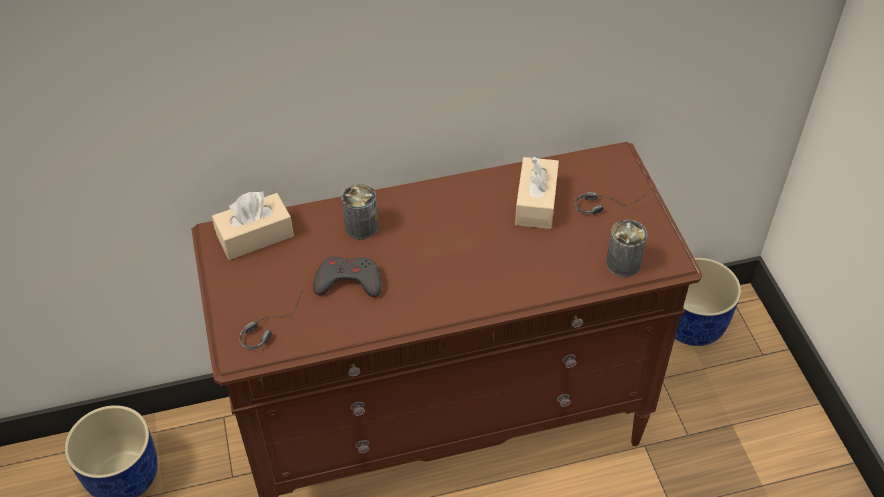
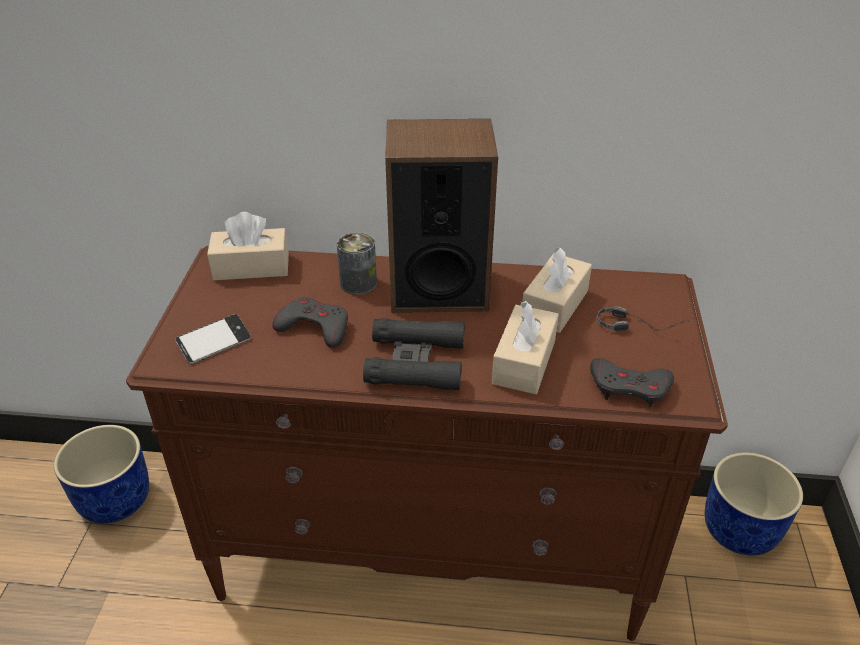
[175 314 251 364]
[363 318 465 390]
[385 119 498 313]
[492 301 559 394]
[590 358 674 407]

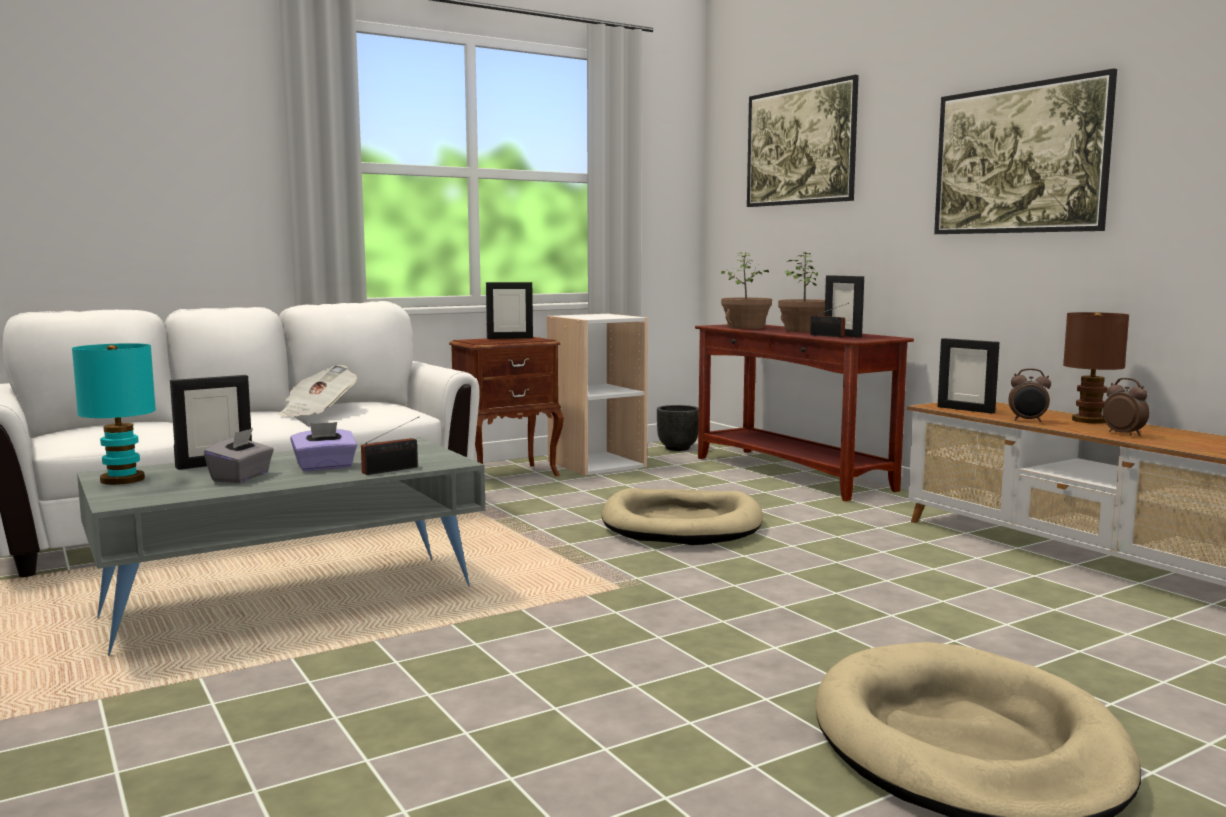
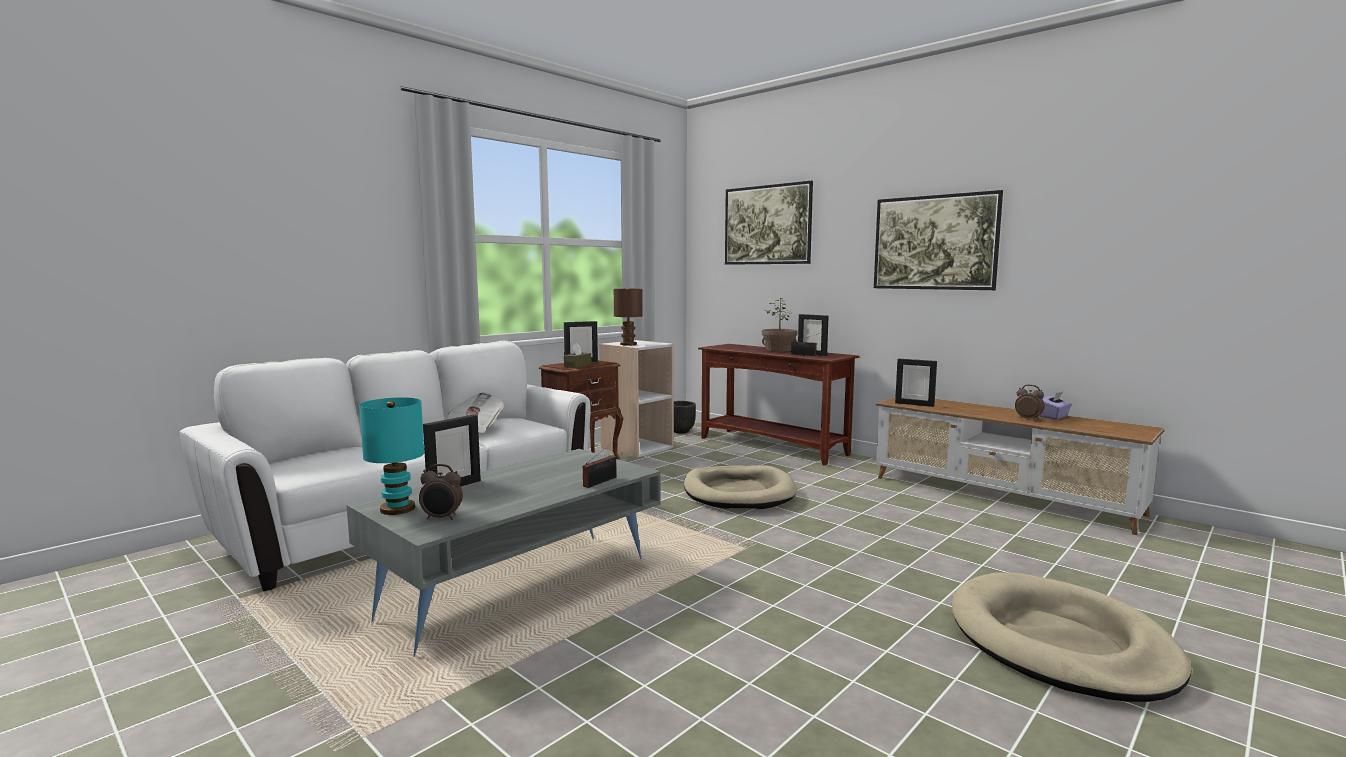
[419 464 463 520]
[564 343 592 368]
[614 288 643 346]
[1039 392 1072 420]
[204 428 274 483] (first image)
[721 252 772 329] (first image)

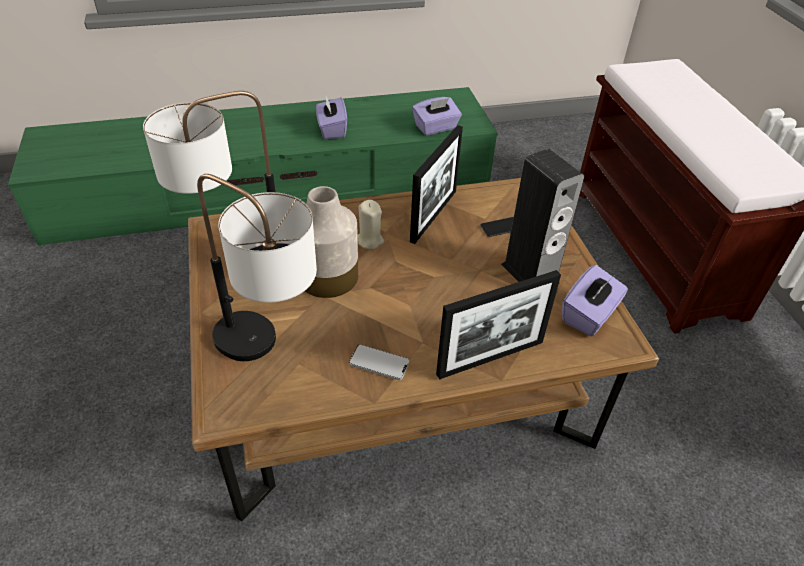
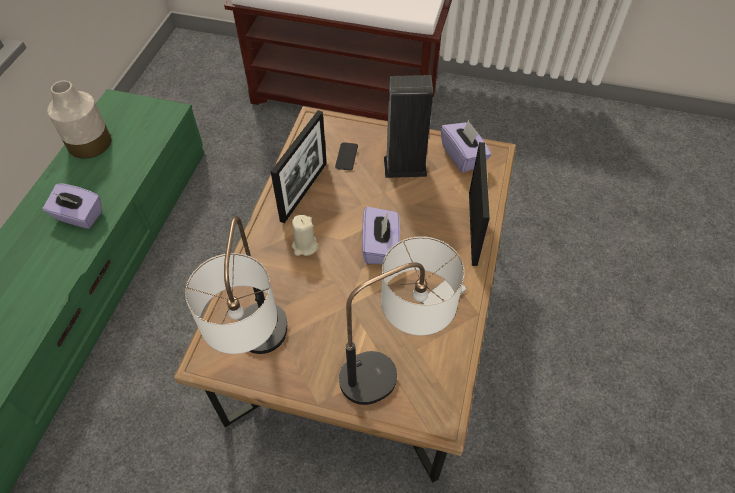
[47 80 112 159]
[271 110 327 223]
[362 206 400 264]

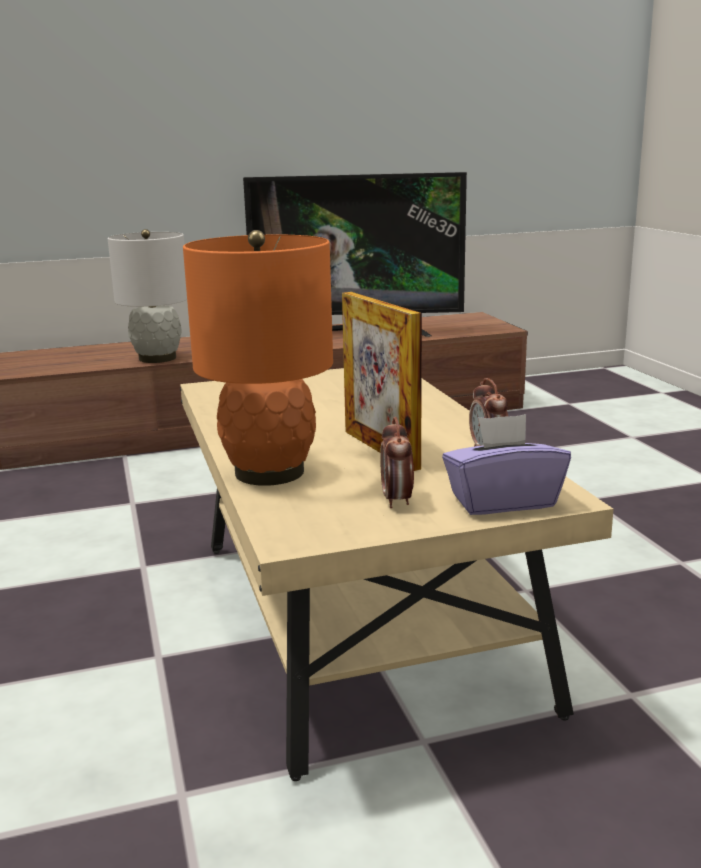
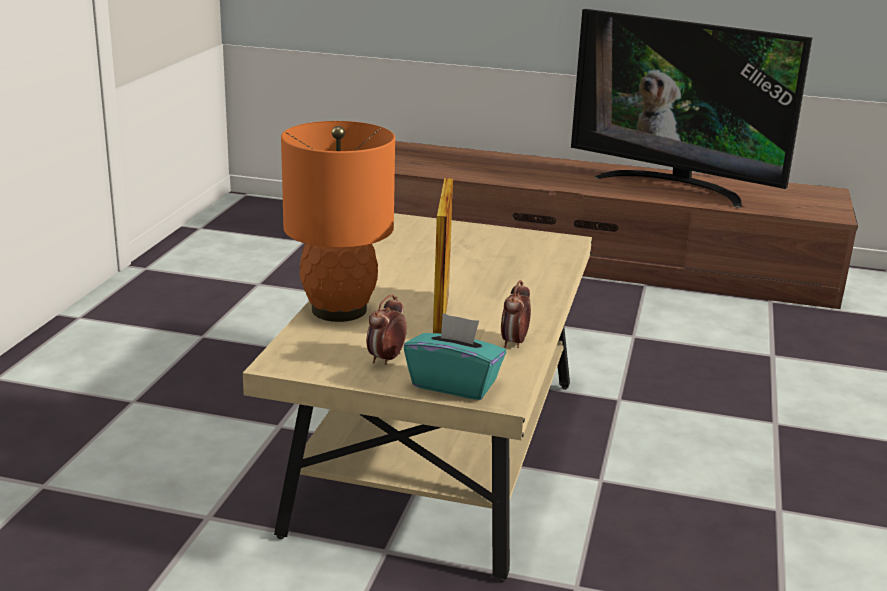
[404 313 506 400]
[108 229 187 363] (first image)

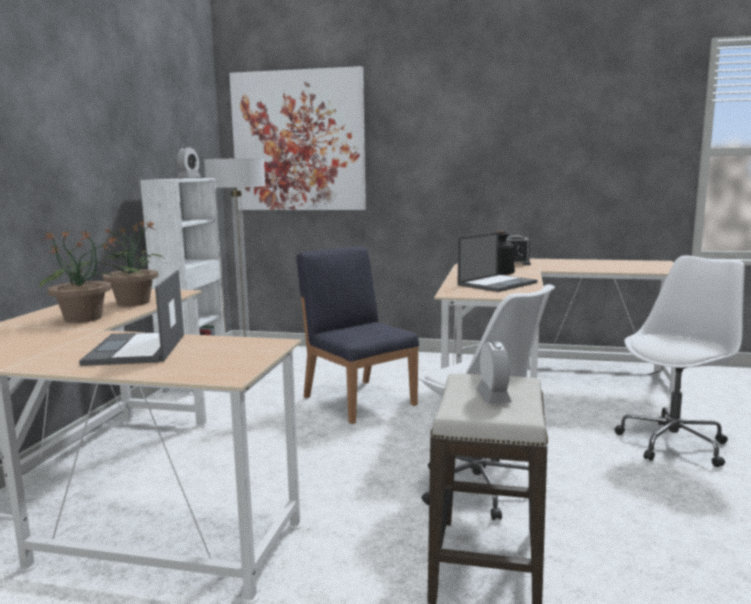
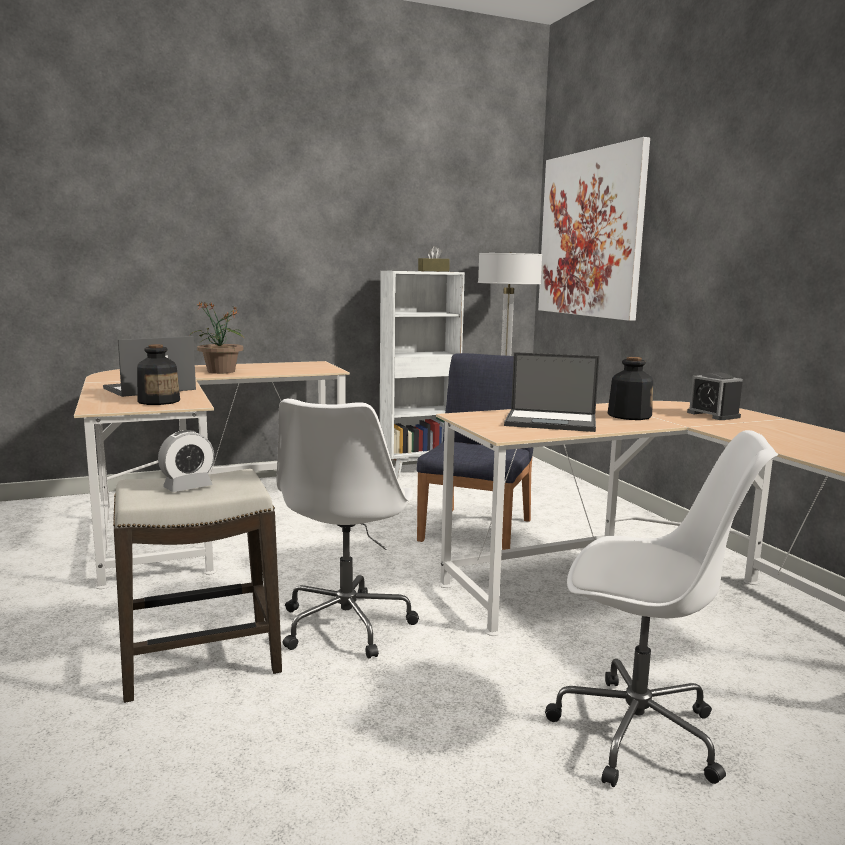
[137 344 180 405]
[418 246 450 272]
[101 220 164 306] (first image)

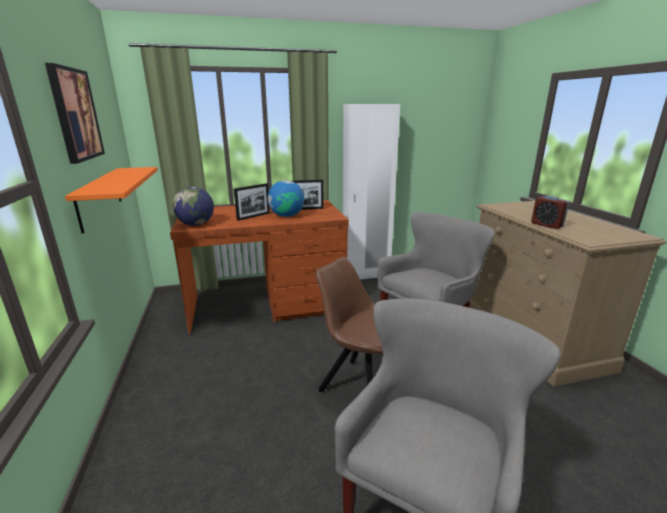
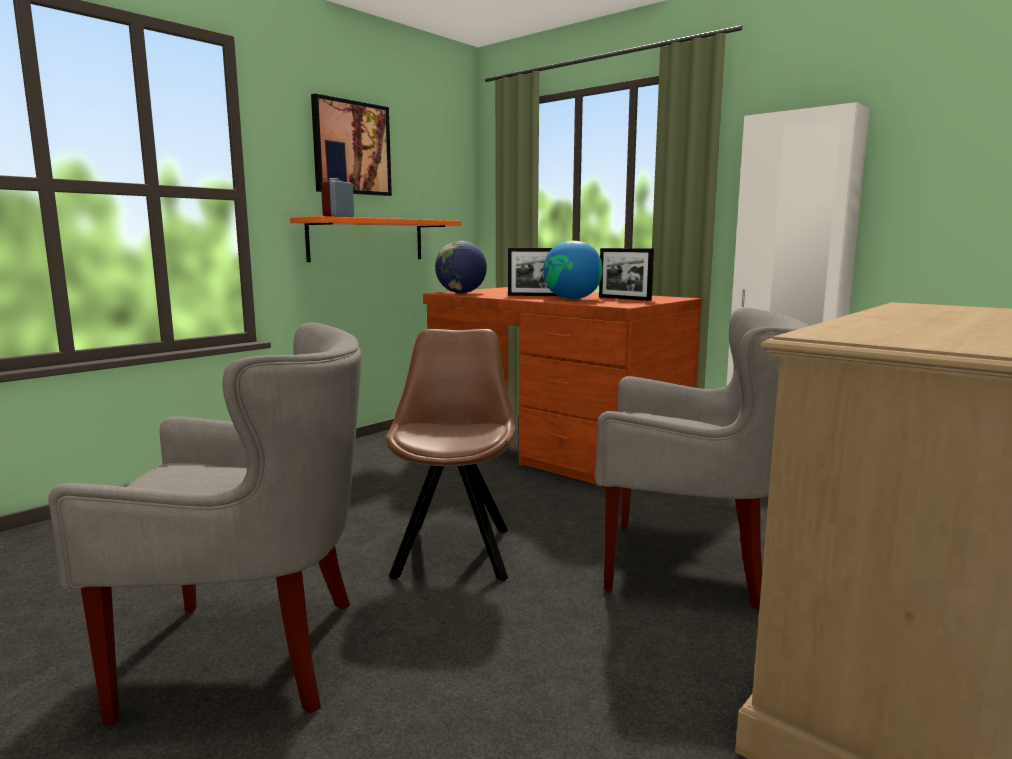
[321 178 354 217]

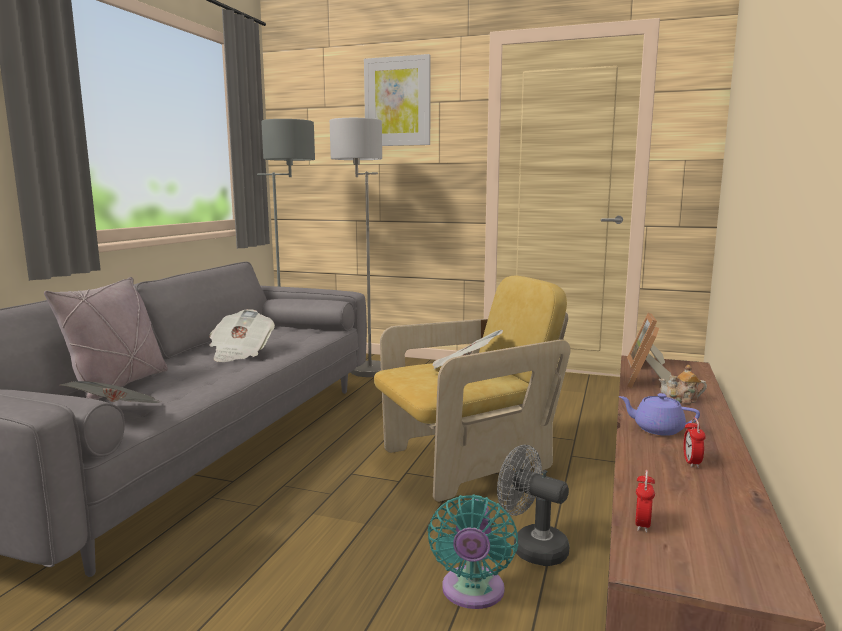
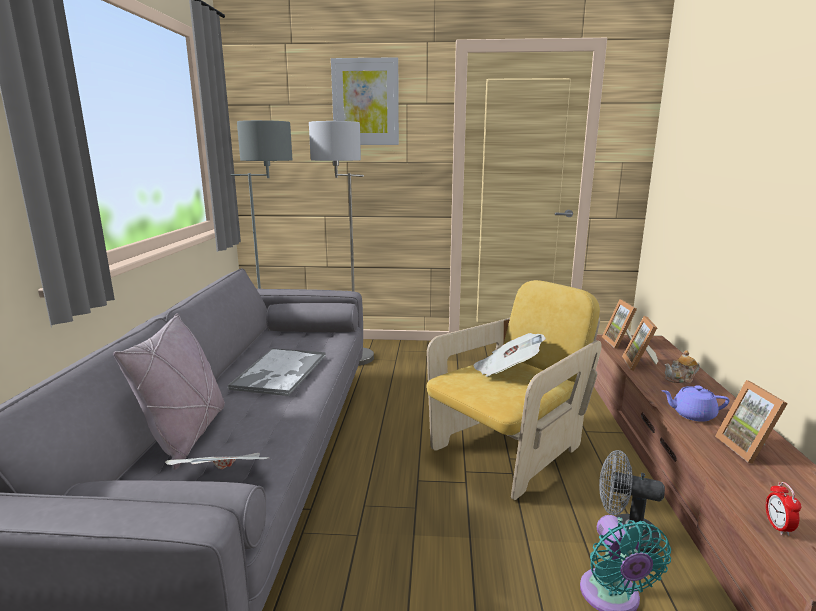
[227 348 326 396]
[715 380 788 464]

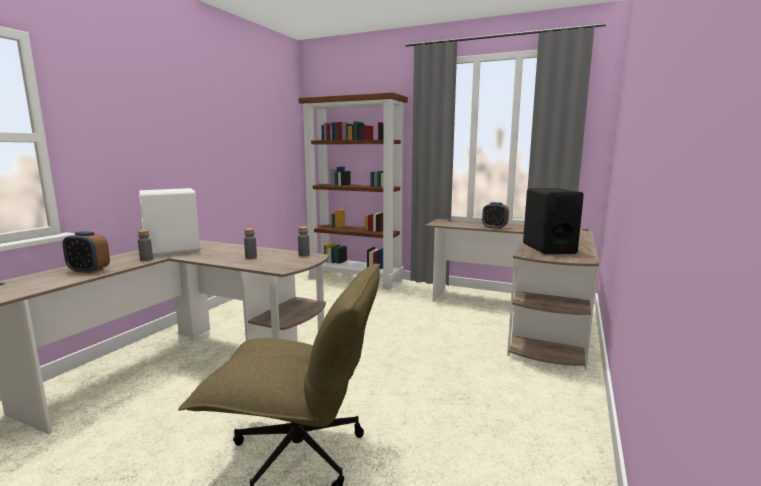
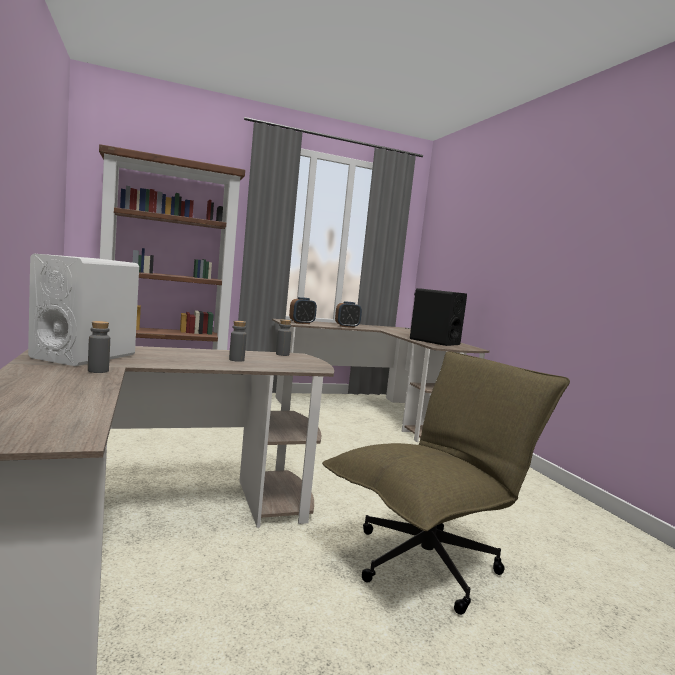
[289 297 317 324]

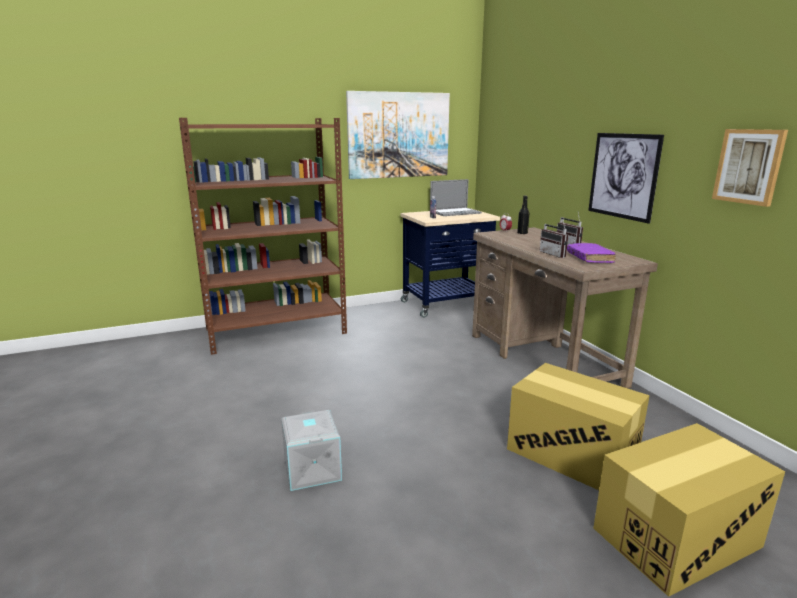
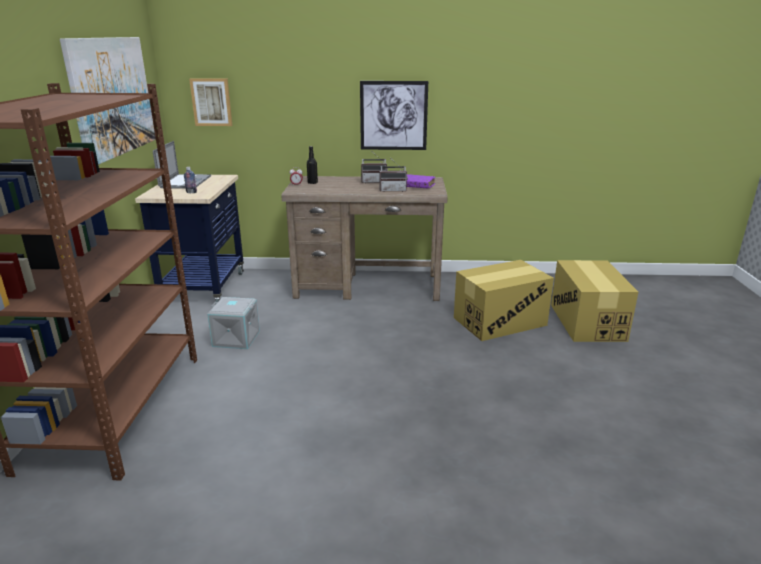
[189 78 233 126]
[207 297 260 349]

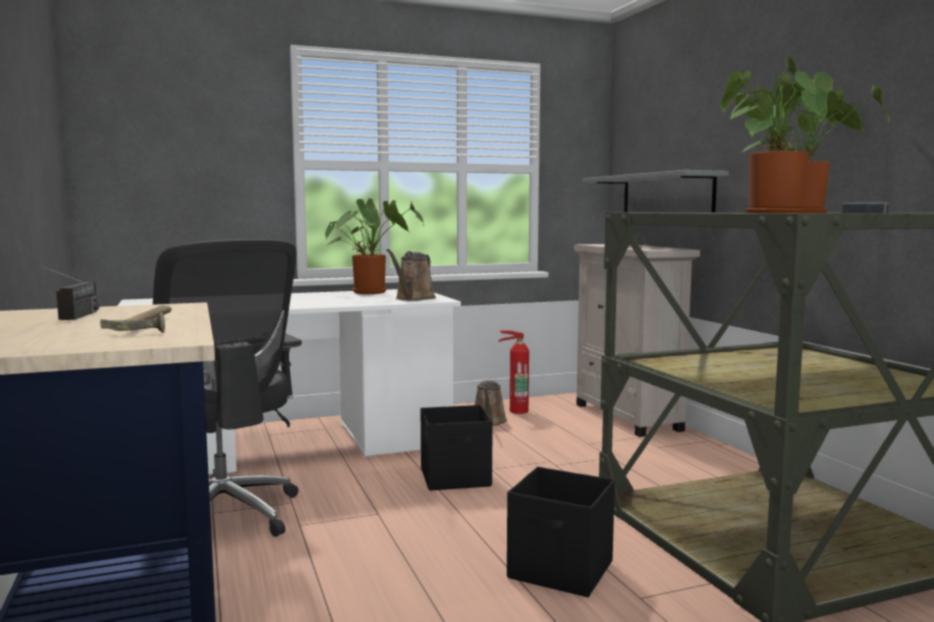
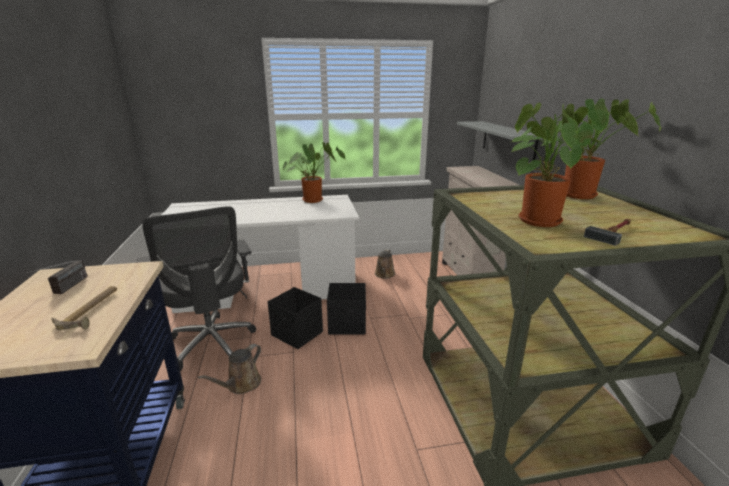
[198 344 261 394]
[268 287 323 349]
[498 330 529 414] (first image)

